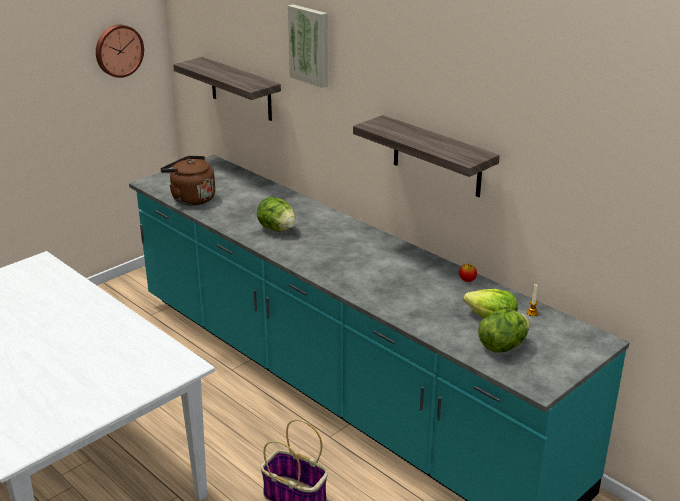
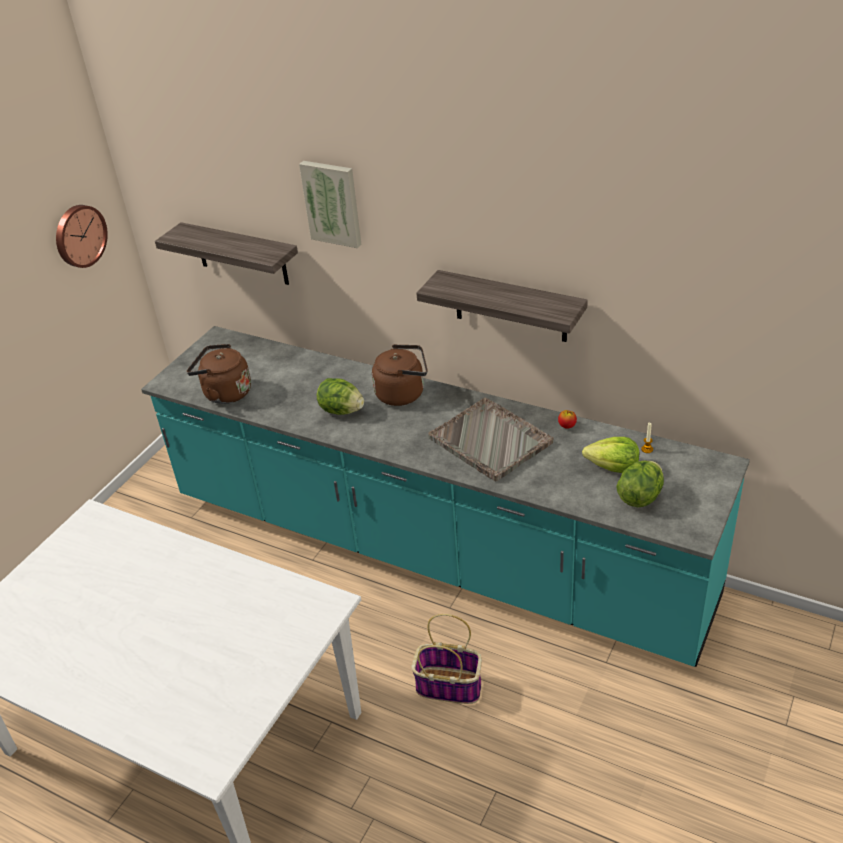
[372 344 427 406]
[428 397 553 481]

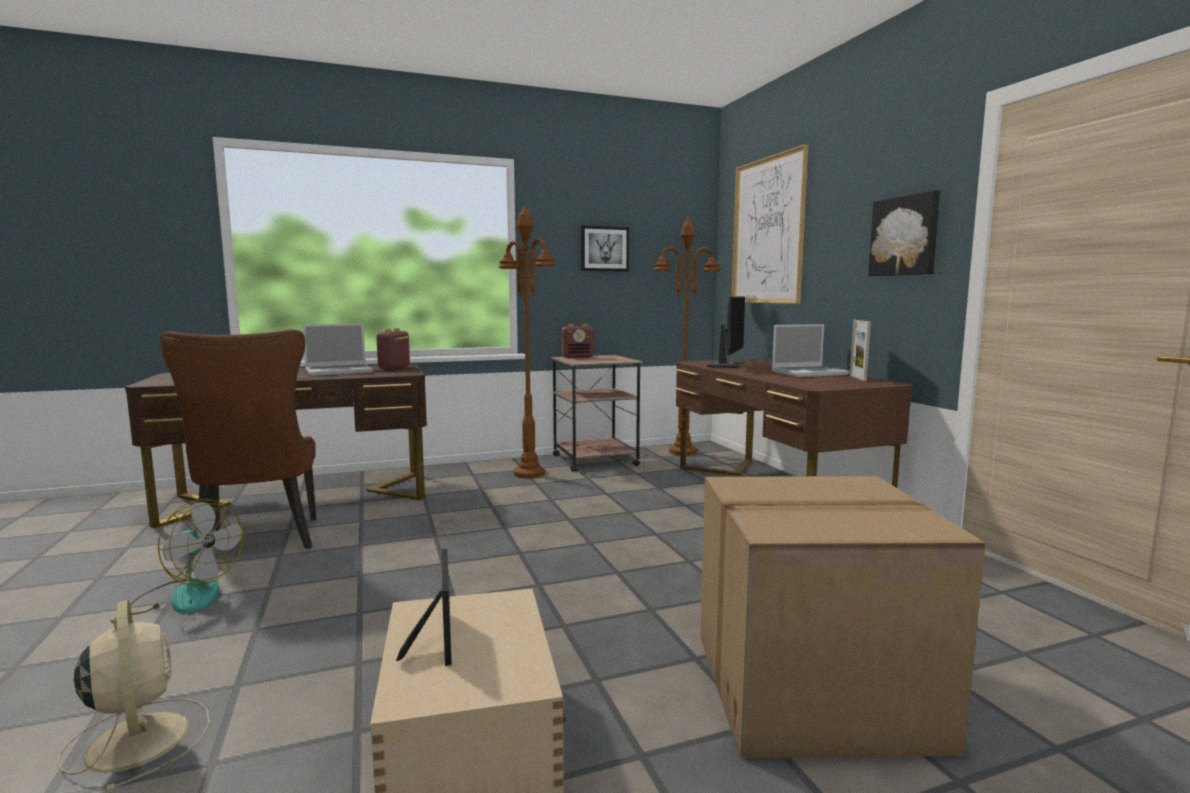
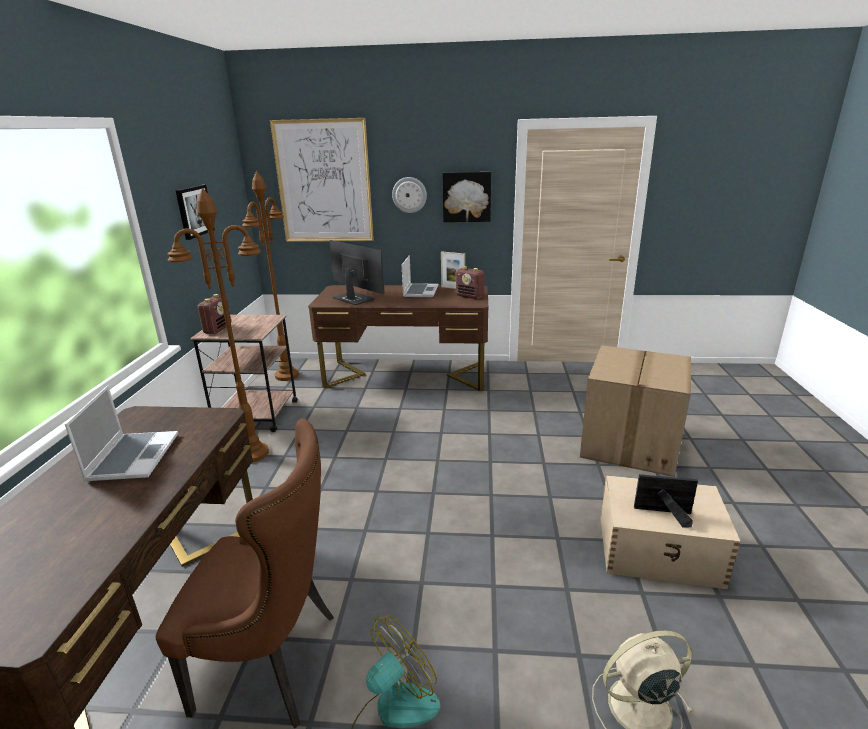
[392 177 427 213]
[456 266 485 299]

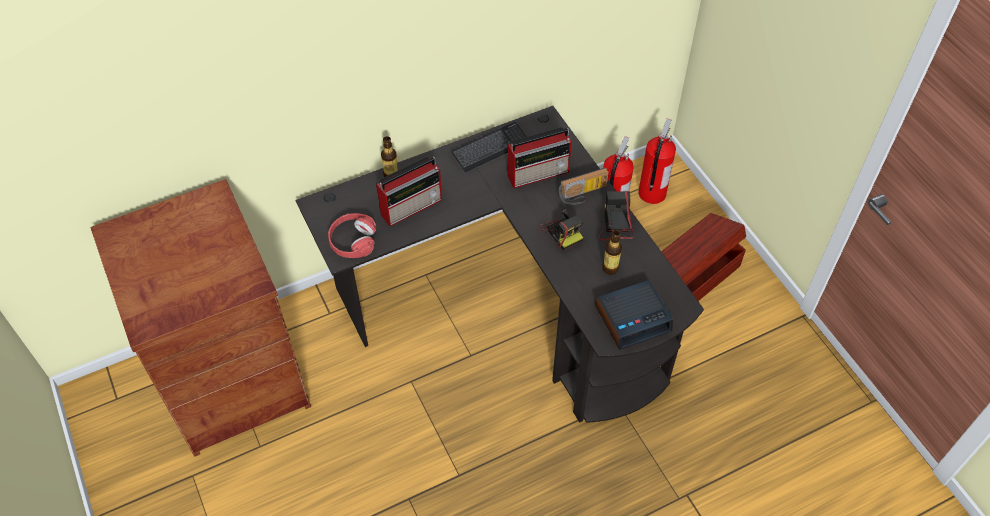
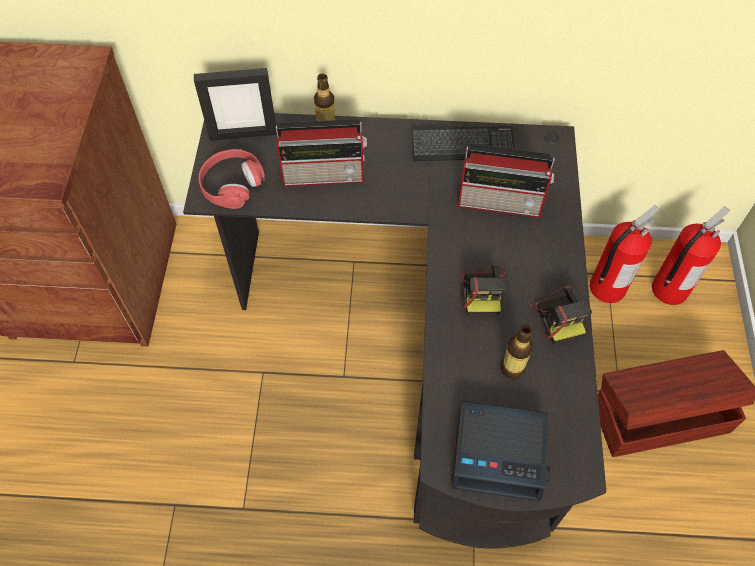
[194 68 277 141]
[527 285 592 344]
[559 168 608 205] (first image)

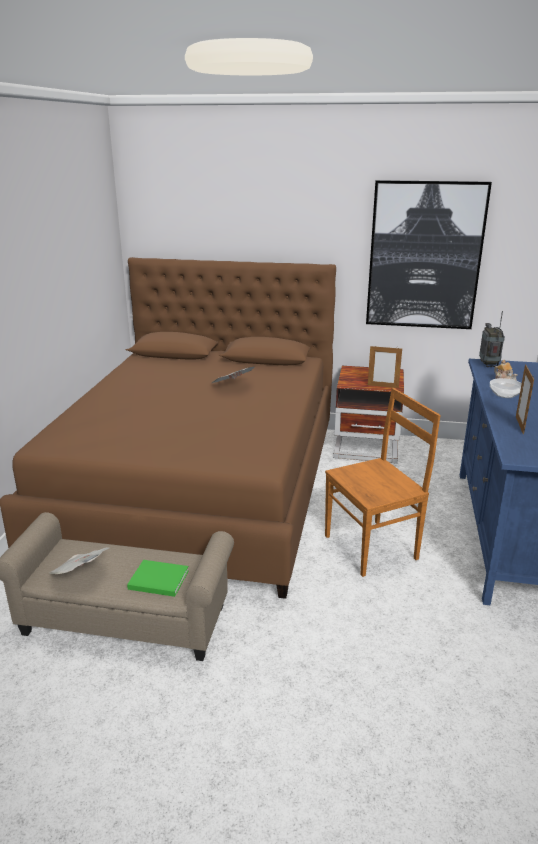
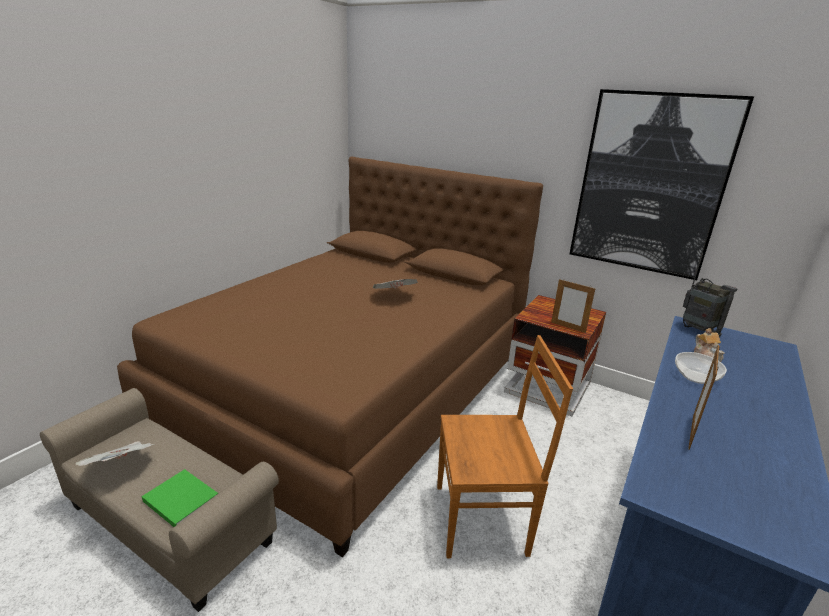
[683 253 737 337]

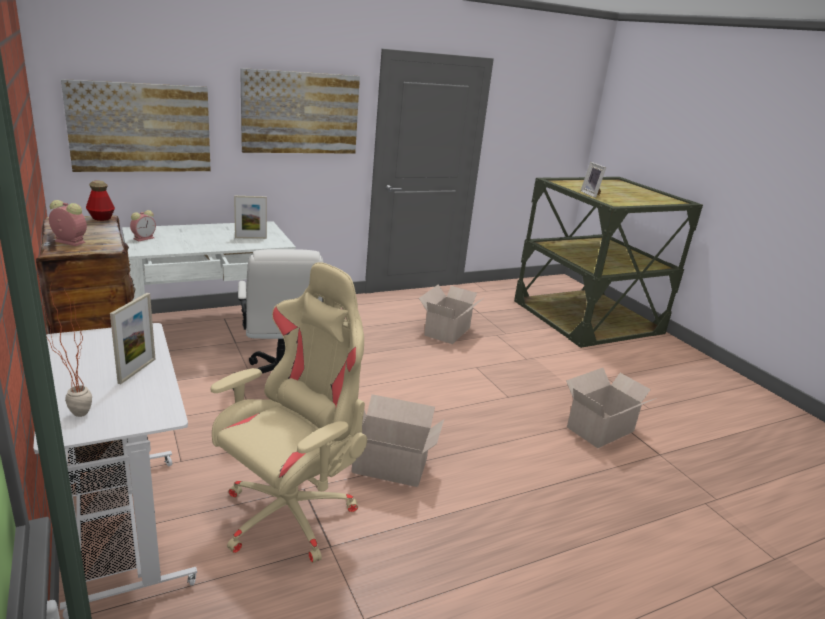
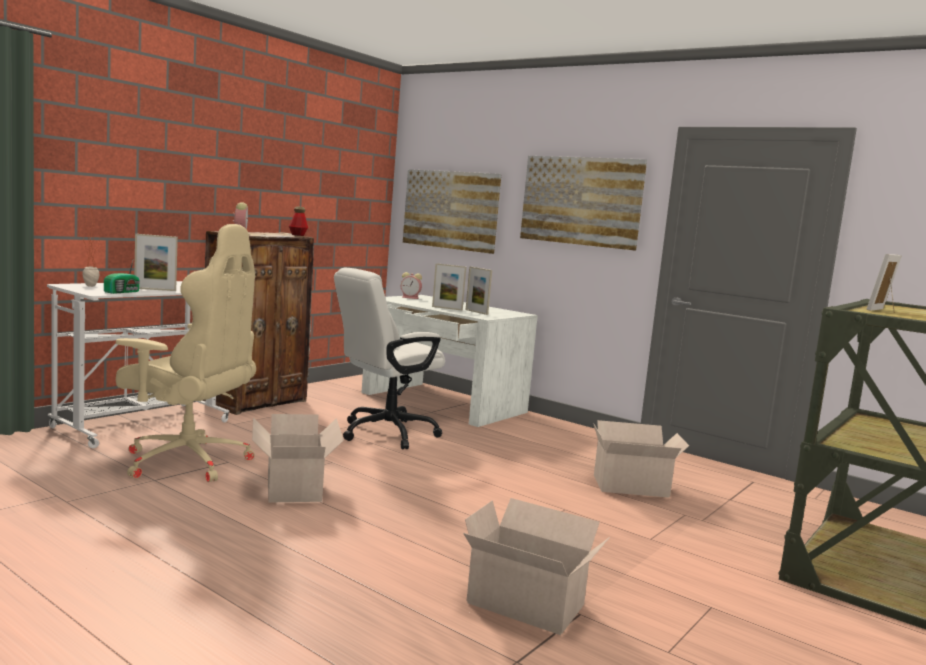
[104 258 140 294]
[432 263 466 311]

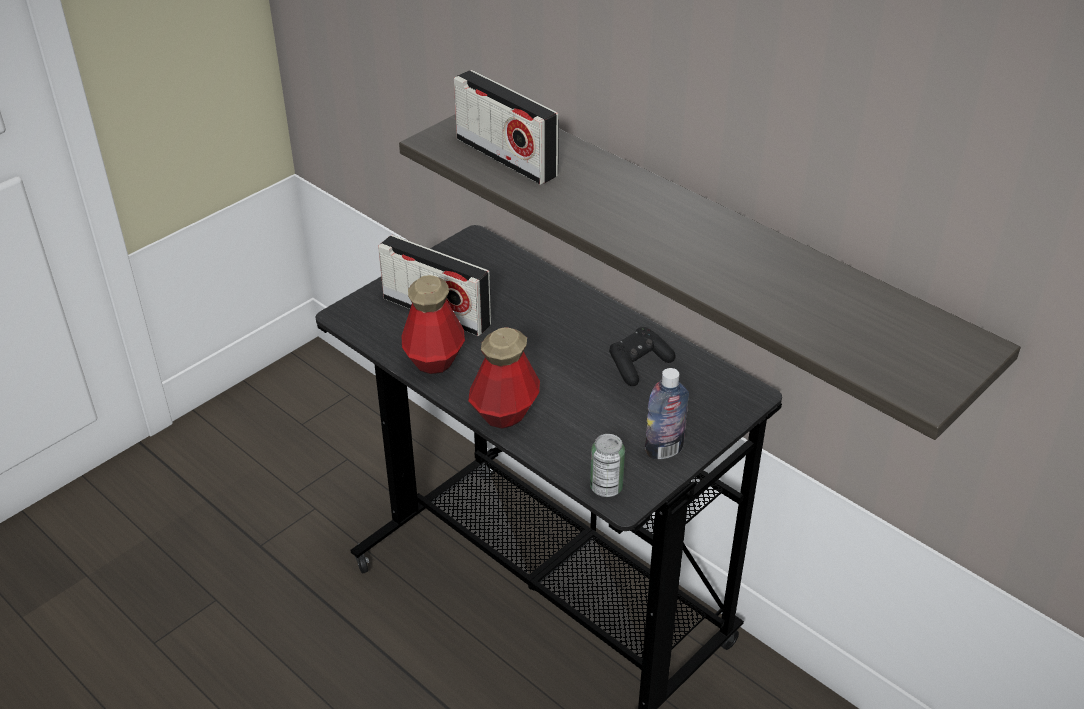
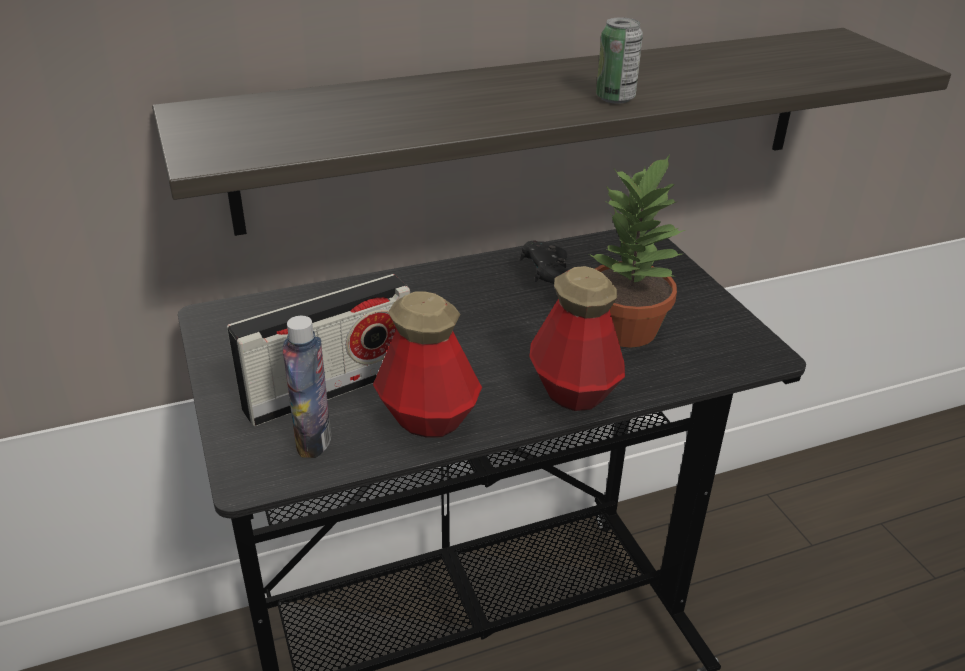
[283 316 331 458]
[589 155 685 348]
[596 17 643 104]
[454 70 559 185] (first image)

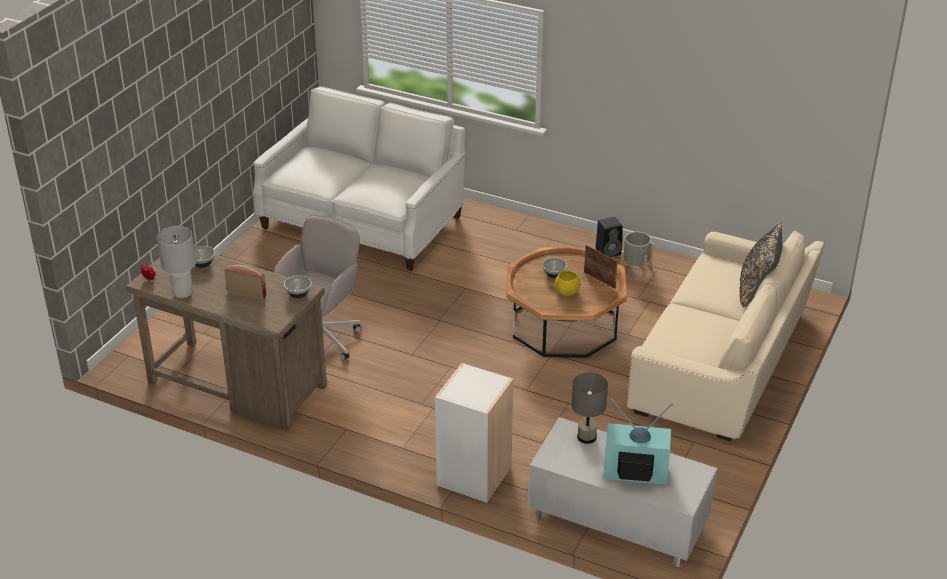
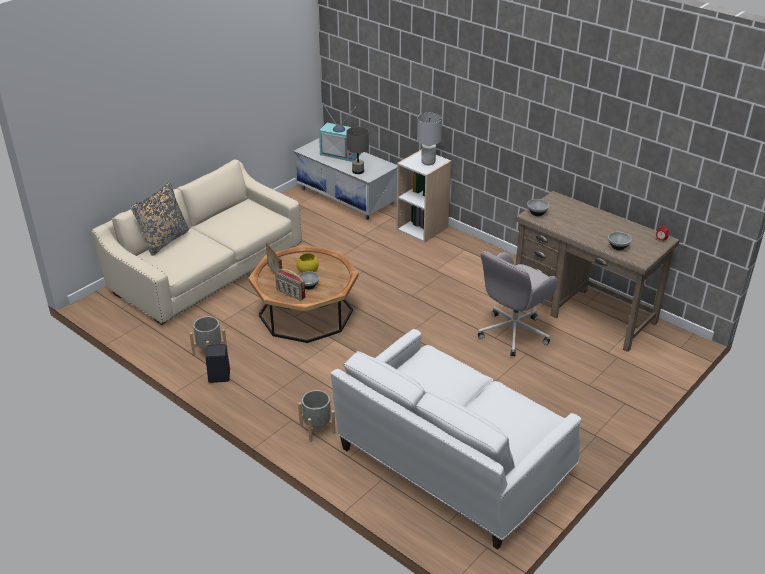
[275 269 305 301]
[298 390 335 442]
[417 113 442 165]

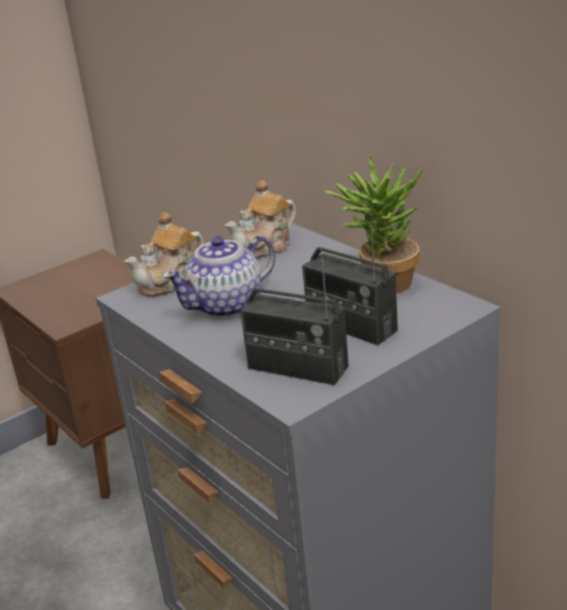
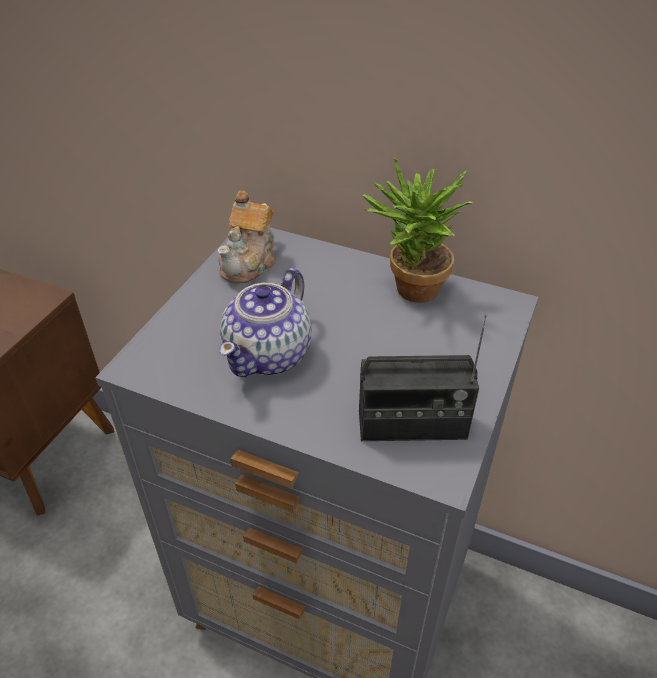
[124 212 204 297] (first image)
[302 213 398 345] (first image)

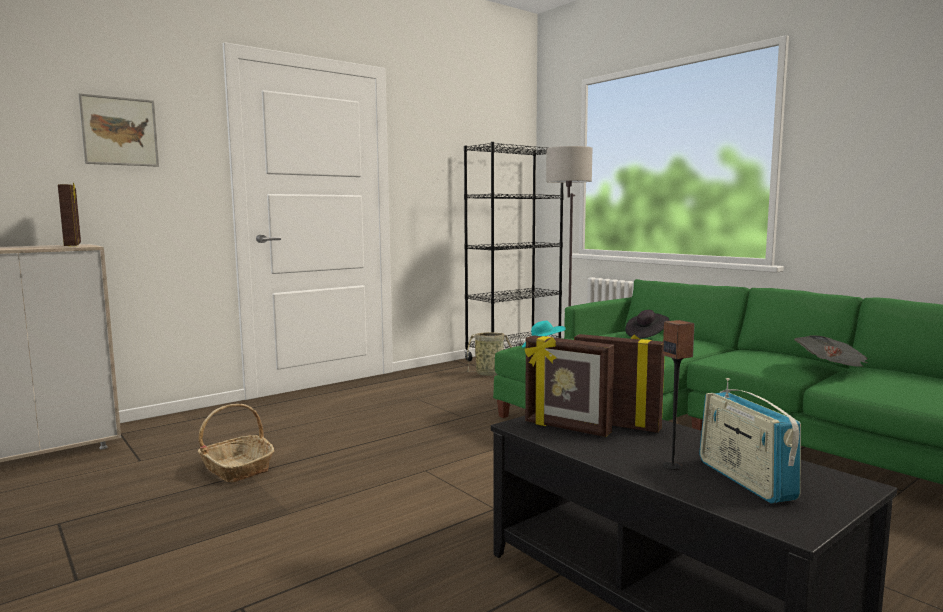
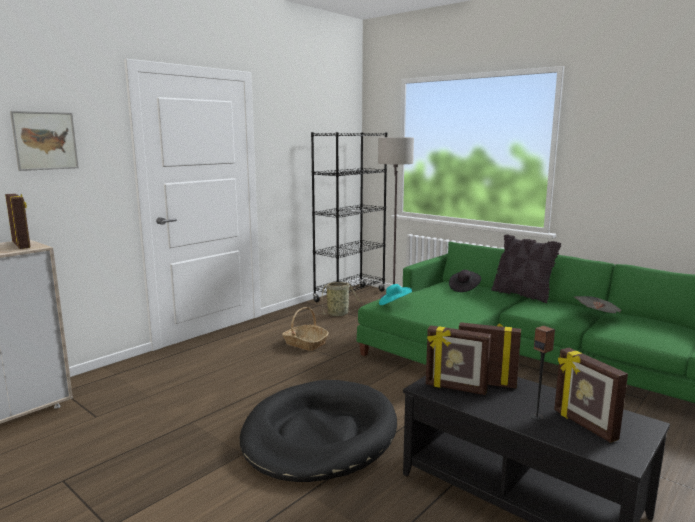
[239 380 397 482]
[282 307 329 351]
[491 235 561 303]
[554 348 628 443]

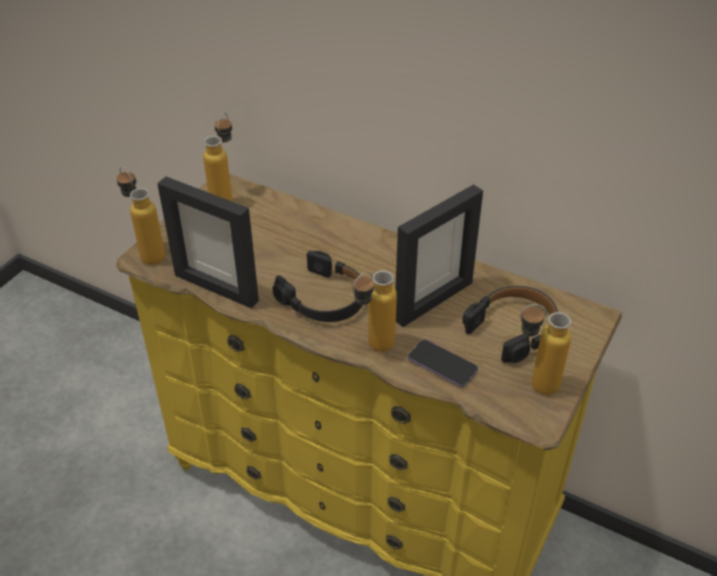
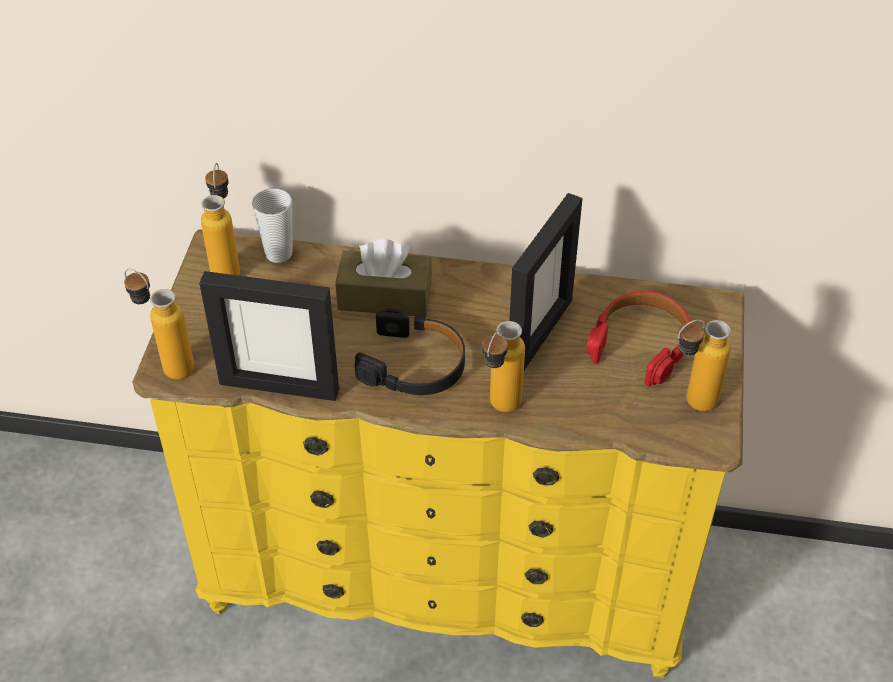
[252 188 292 263]
[335 239 432 317]
[586 291 690 386]
[408 339 478 387] (first image)

